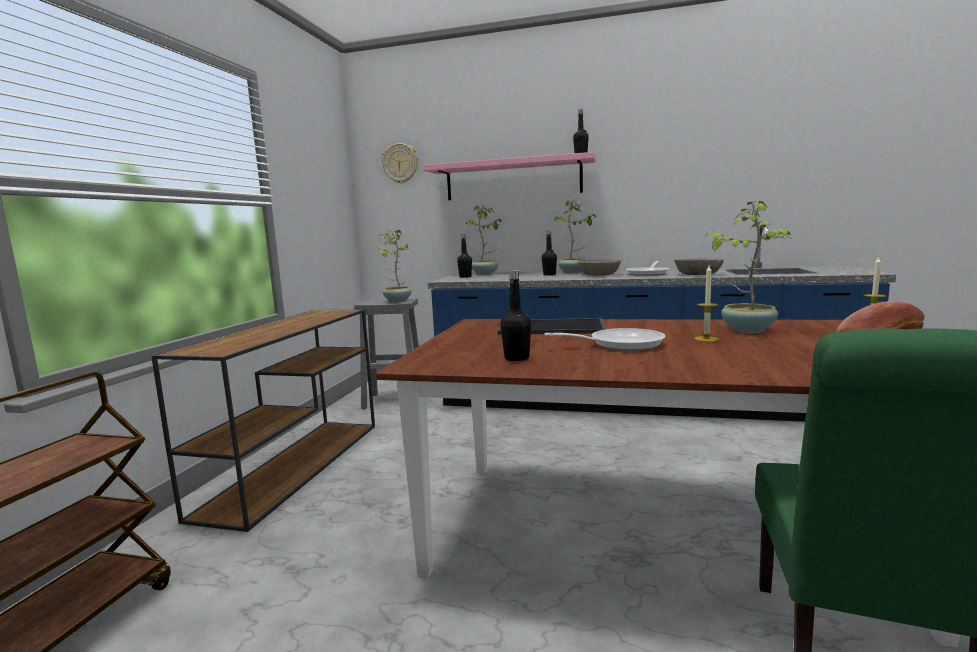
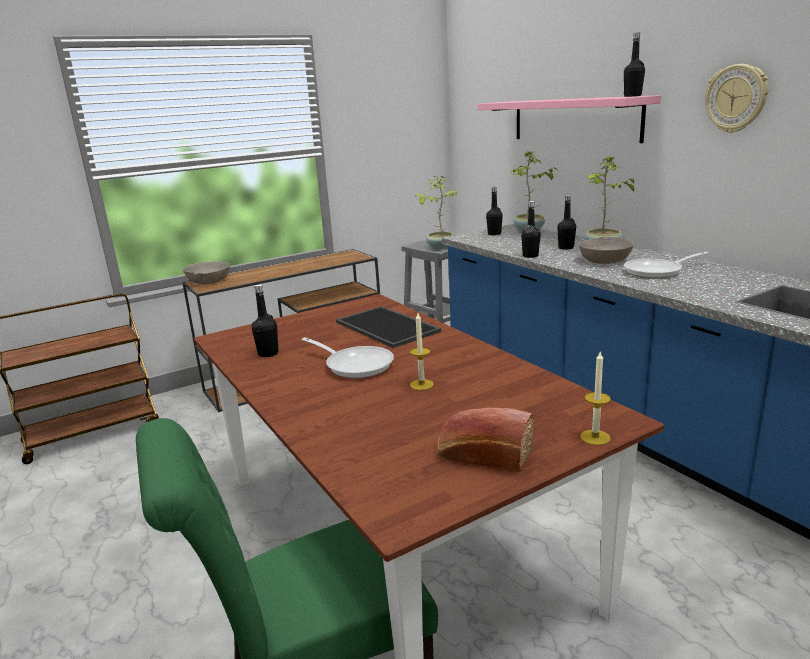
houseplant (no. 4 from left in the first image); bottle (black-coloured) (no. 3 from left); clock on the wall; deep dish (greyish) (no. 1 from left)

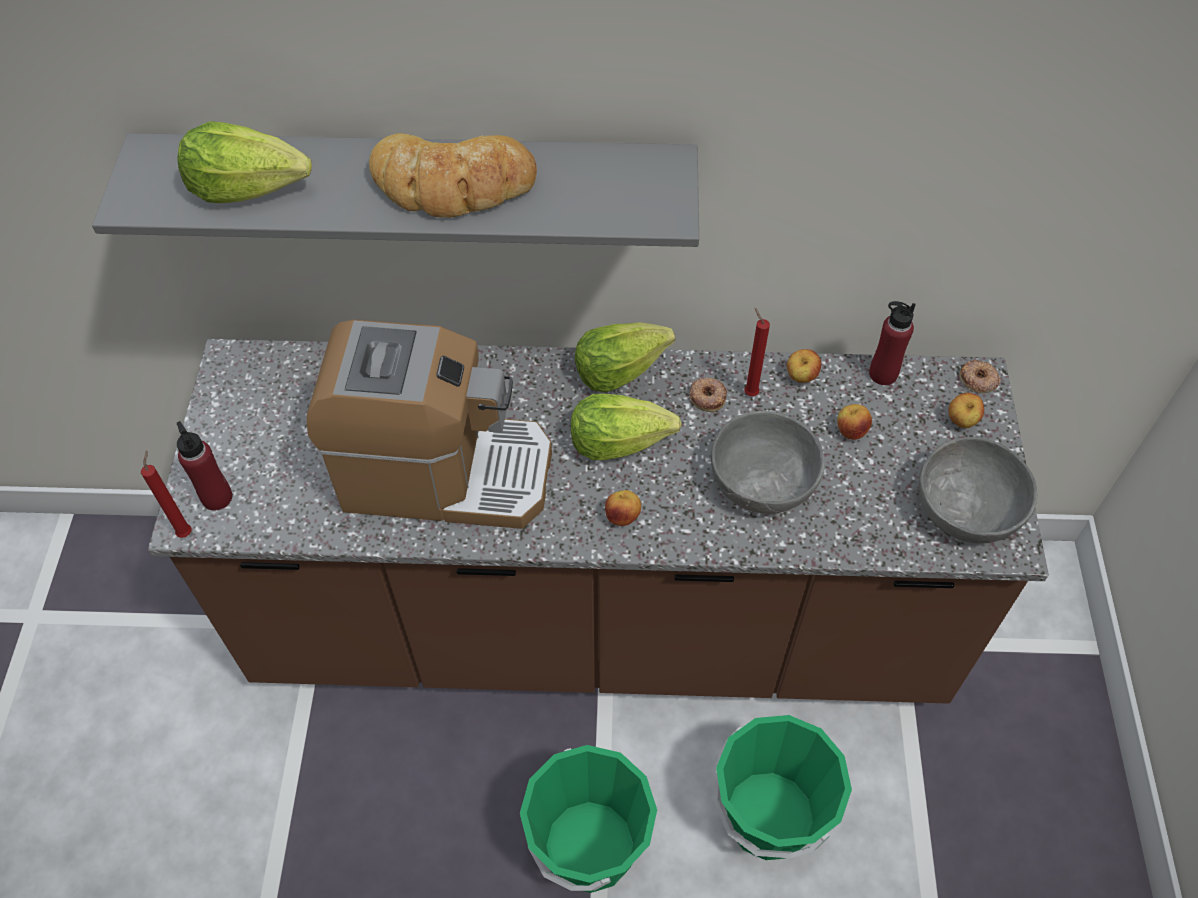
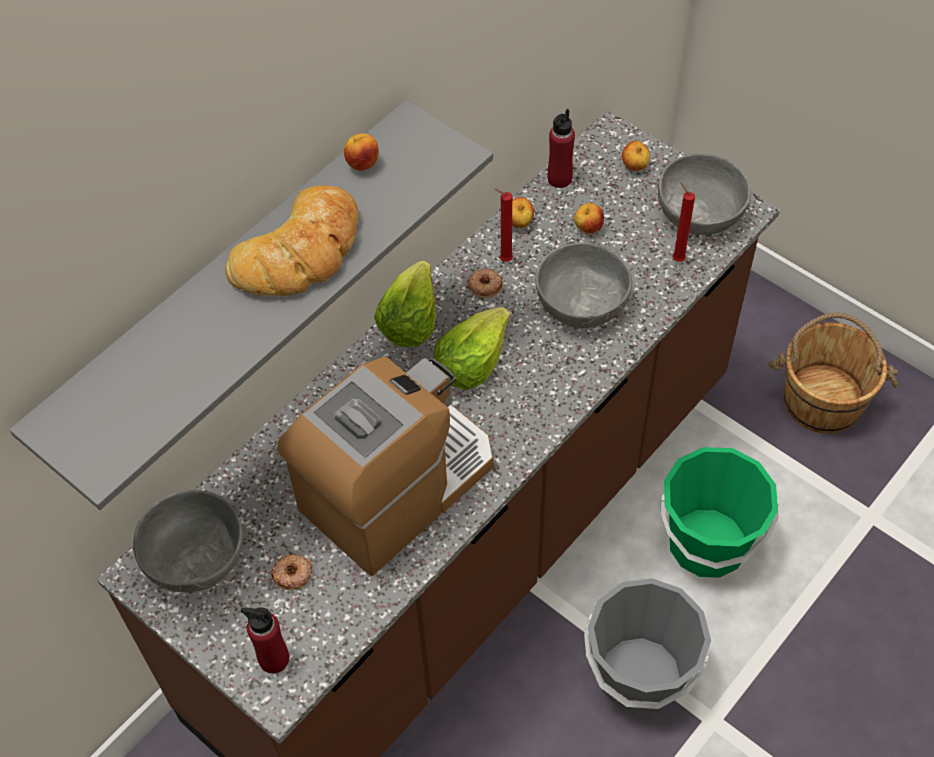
lettuce head (no. 1 from left in the first image); deep dish (greyish) (no. 1 from left); pail (brown-coloured); wax light (red-coloured) (no. 2 from left); apple fruit (no. 1 from left); donut (no. 1 from left); pail (greyish)

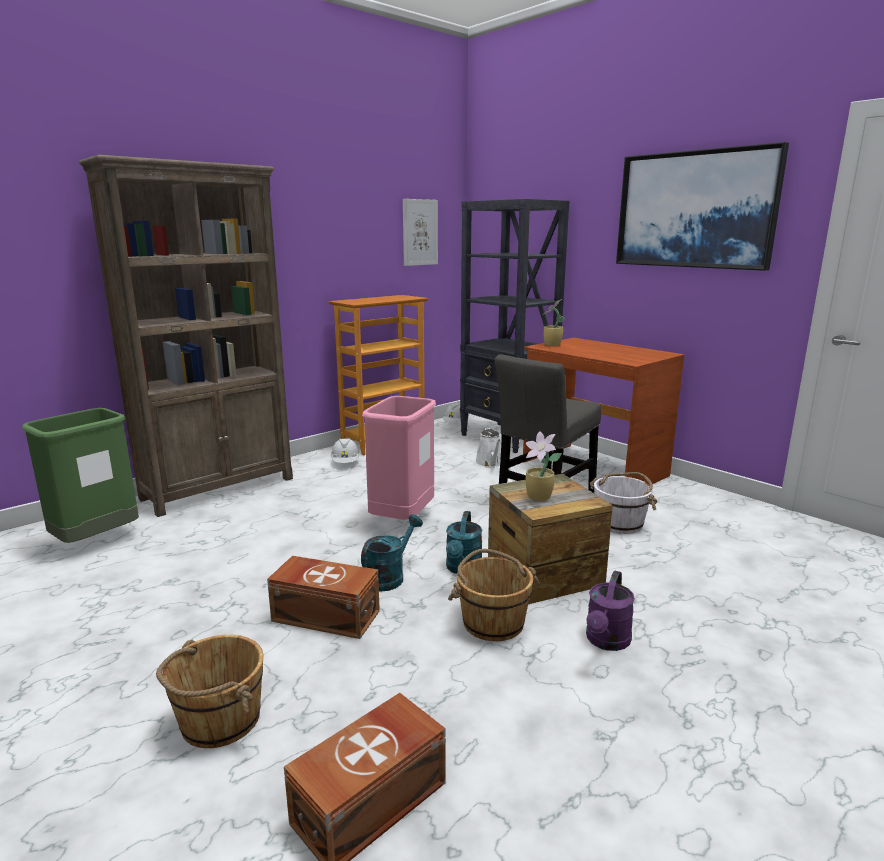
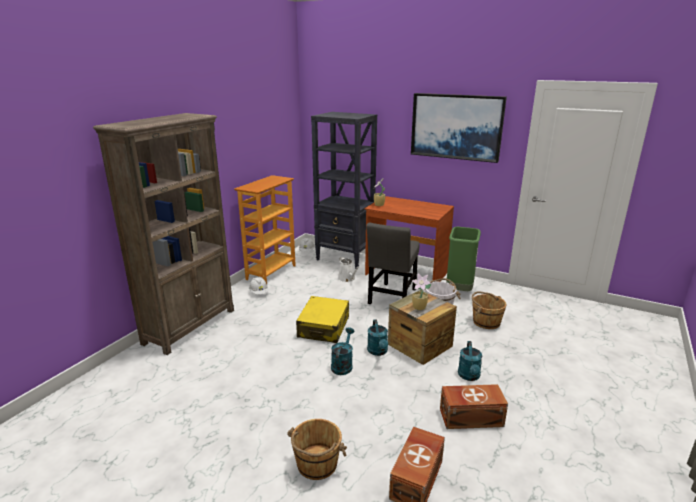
picture (no. 1 from left in the first image); waste bin (green); storage bin (brown-coloured) (no. 2 from left); pail (brown-coloured) (no. 2 from left); suitcase (yellowish); sprinkling can (blue-green) (no. 3 from left)

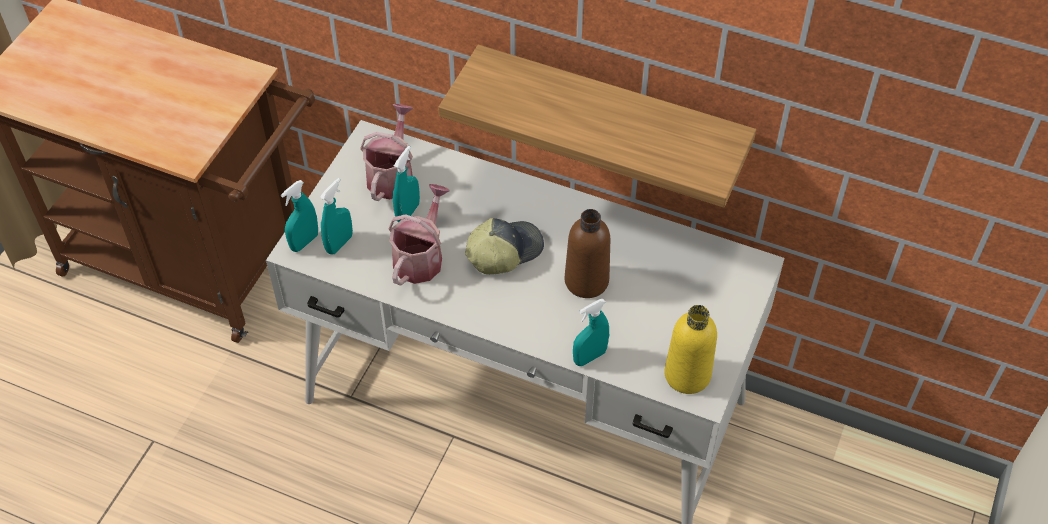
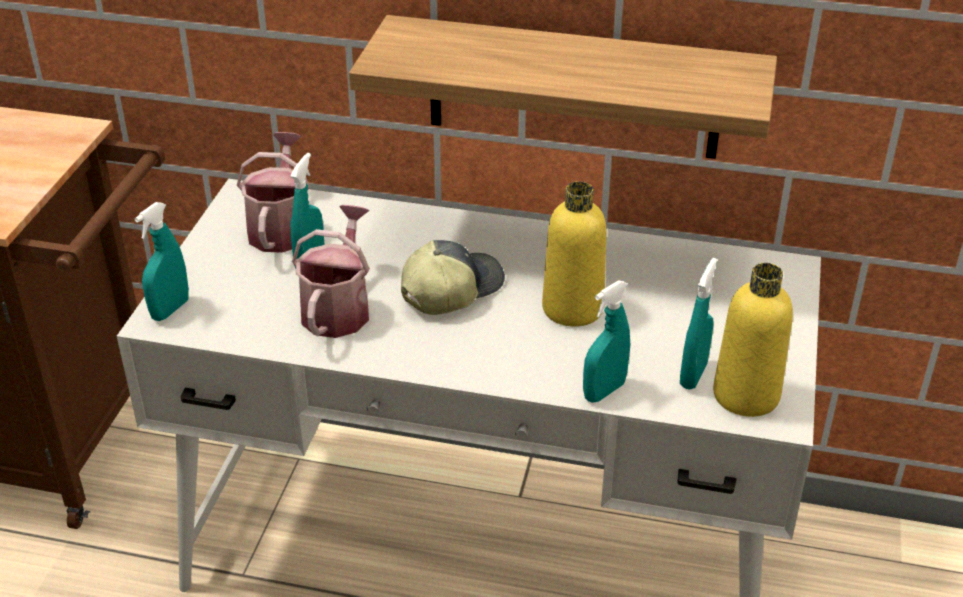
spray bottle (blue-green) (no. 4 from left); bottle (yellowish) (no. 1 from left)

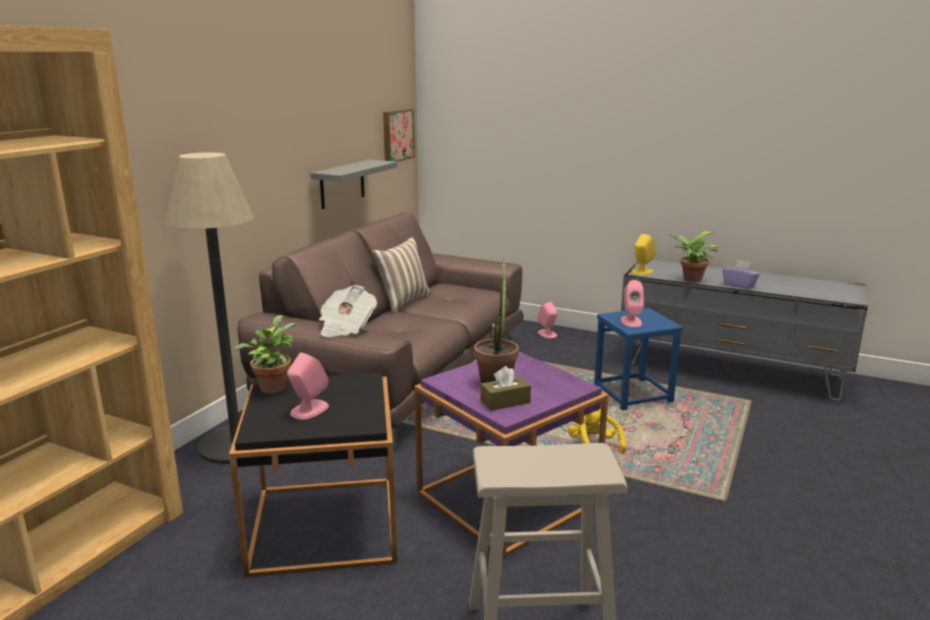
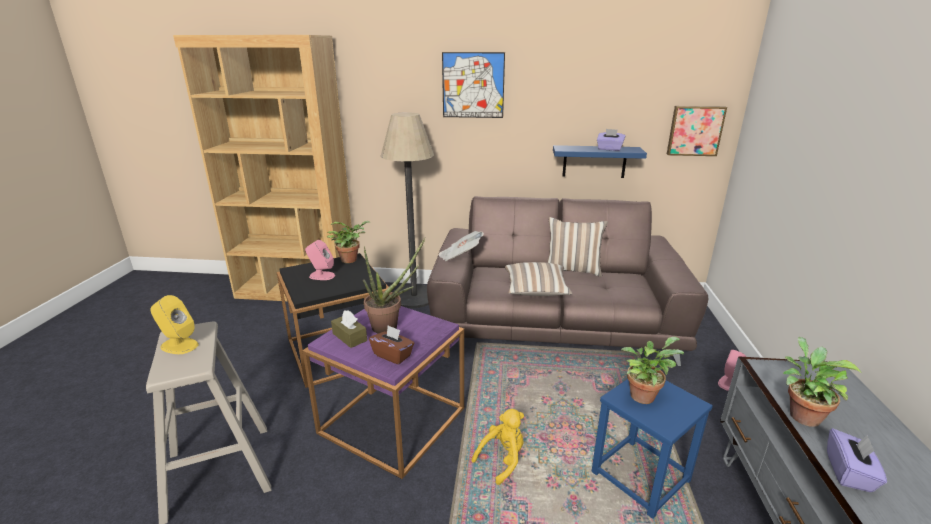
tissue box (brown-coloured) (no. 2 from left); picture (no. 1 from left); cushion (no. 1 from left); tissue box (purple) (no. 1 from left); loudspeaker (yellowish); houseplant (no. 3 from left); shelf (blue)

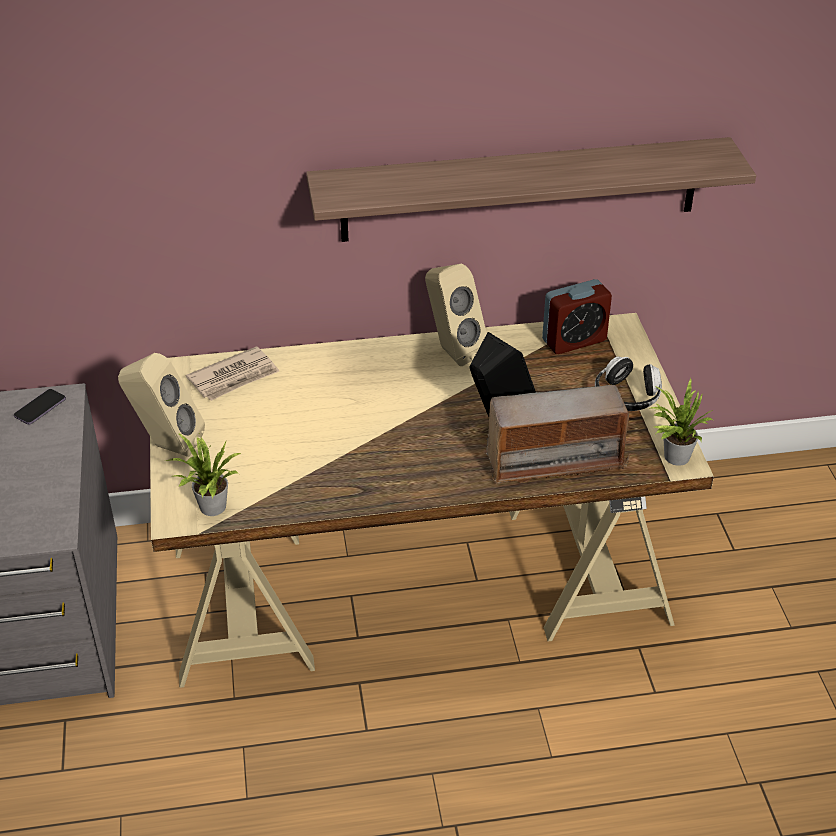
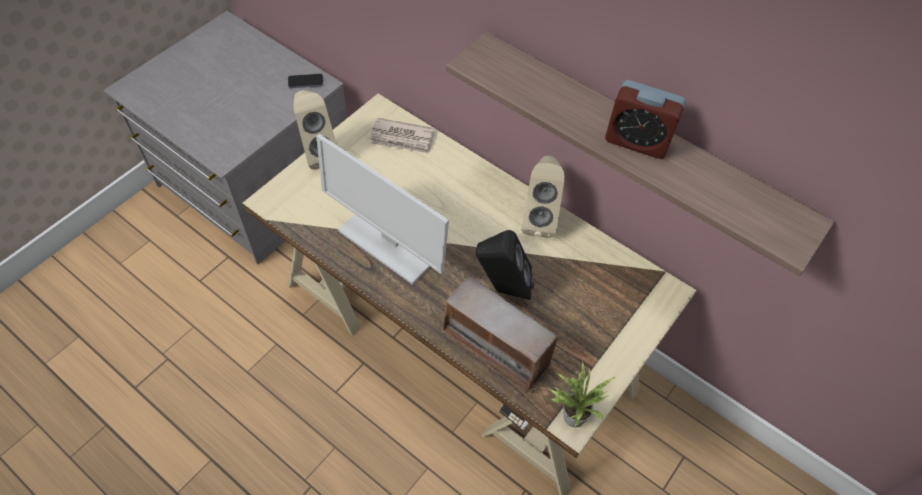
houseplant (no. 1 from left in the first image); headset; computer display; bedside clock

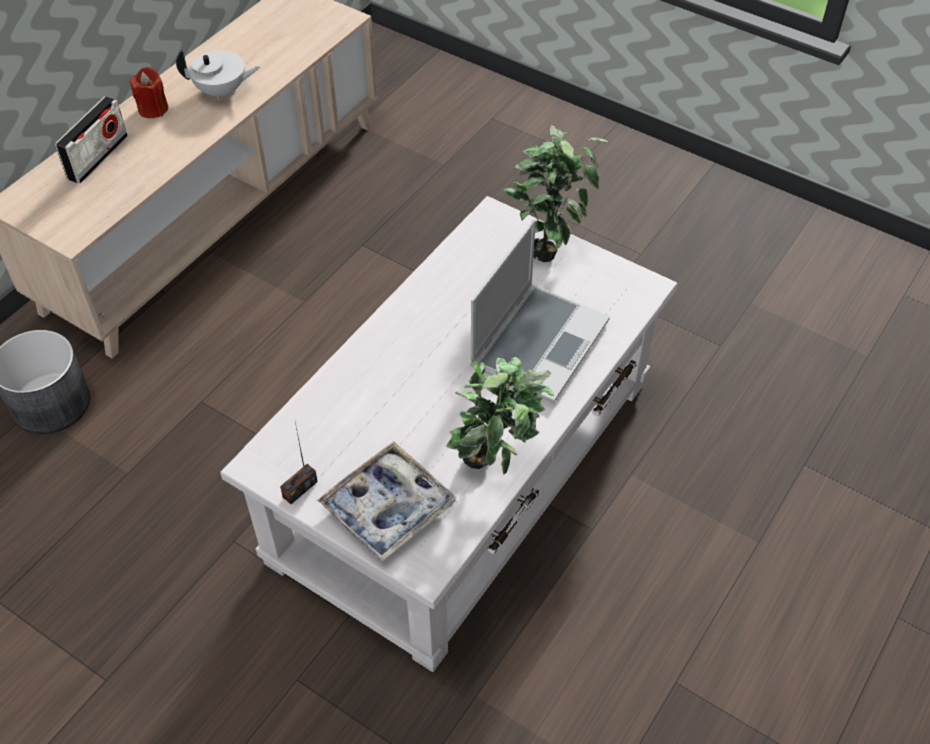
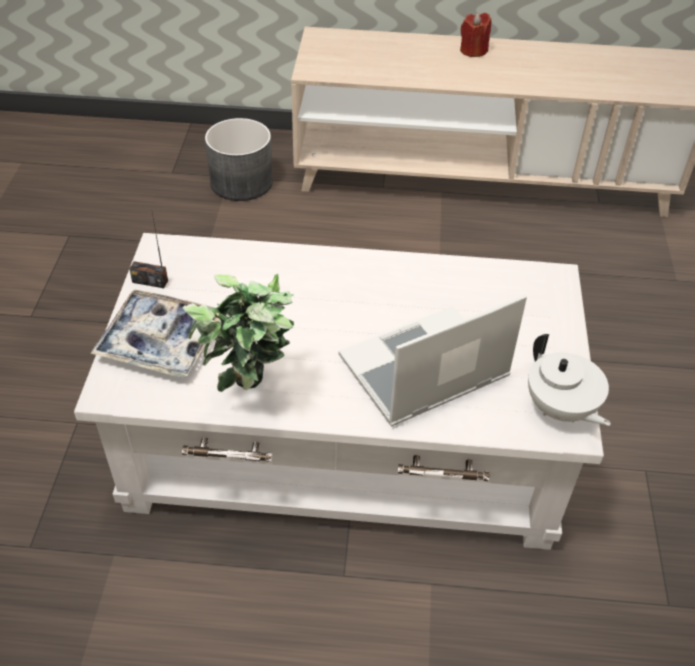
radio set (no. 1 from left in the first image); houseplant (no. 2 from left in the first image); tea pot (whitish); laptop

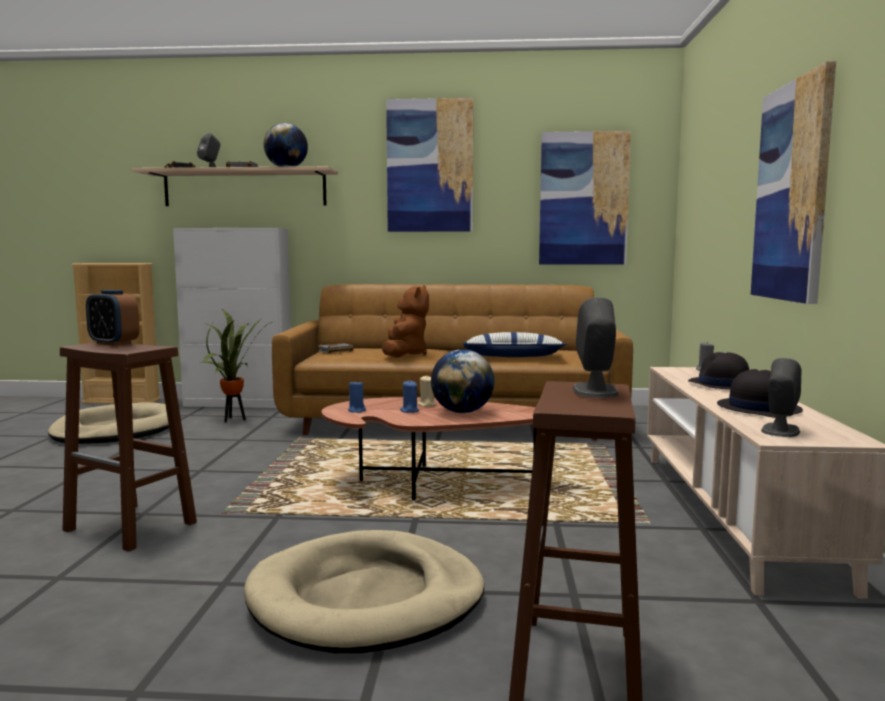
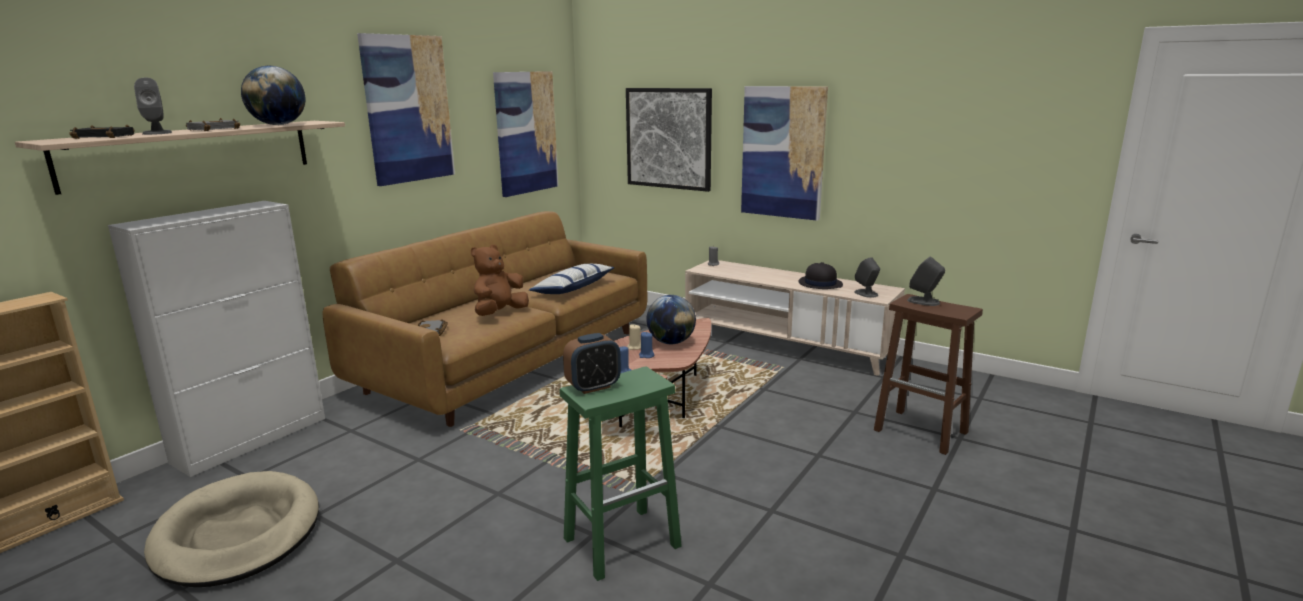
houseplant; pet bed (beige-coloured) (no. 2 from left in the first image); hat (black-coloured) (no. 1 from left in the first image); picture (no. 3 from left); sitting stool (green); cuddly toy (brown-coloured)

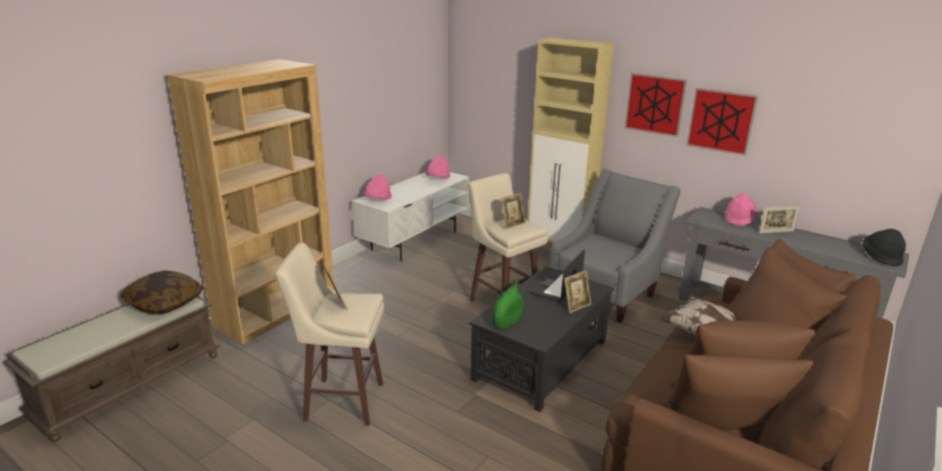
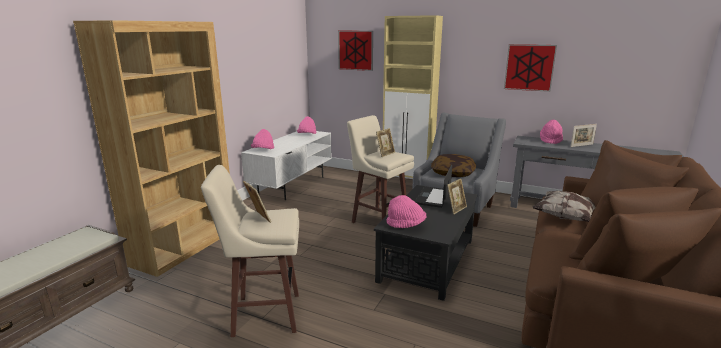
hat (black-coloured); cushion (no. 1 from left); picture (no. 1 from left); hat (pink) (no. 3 from left)

